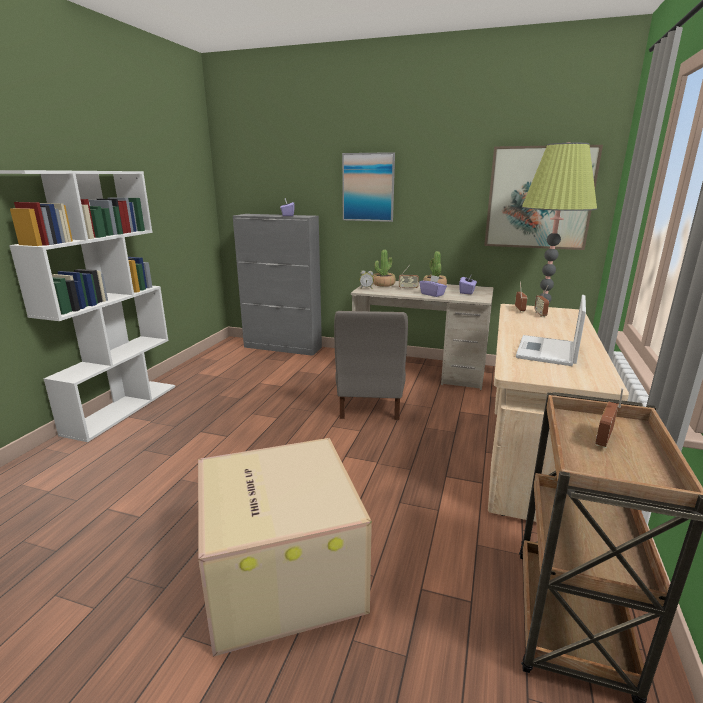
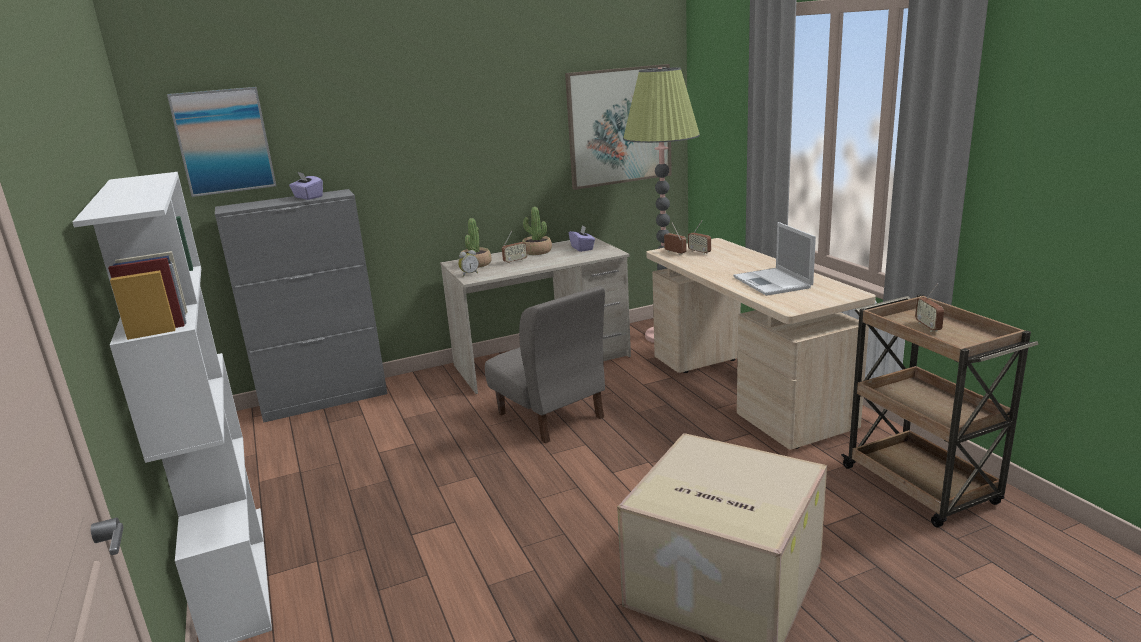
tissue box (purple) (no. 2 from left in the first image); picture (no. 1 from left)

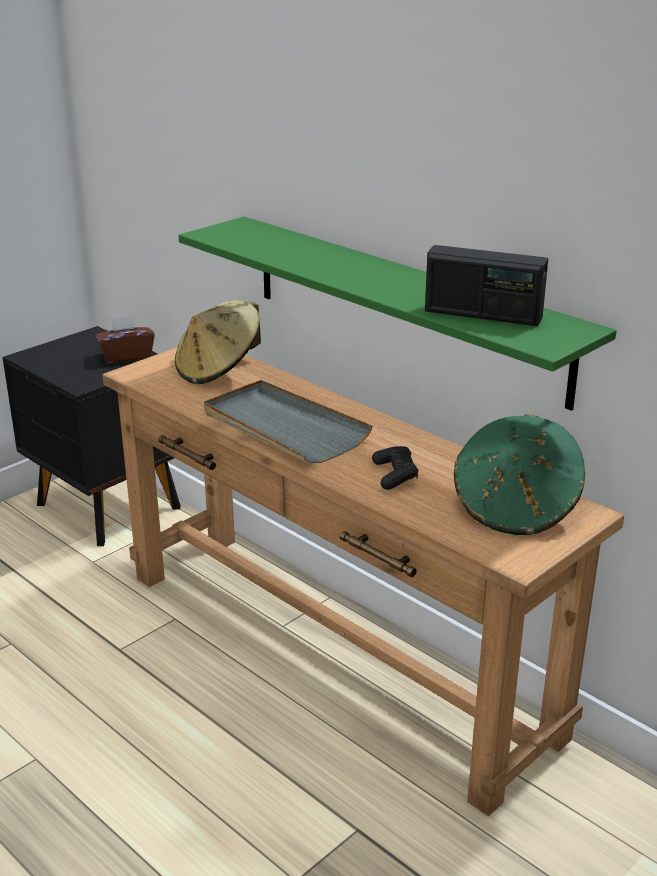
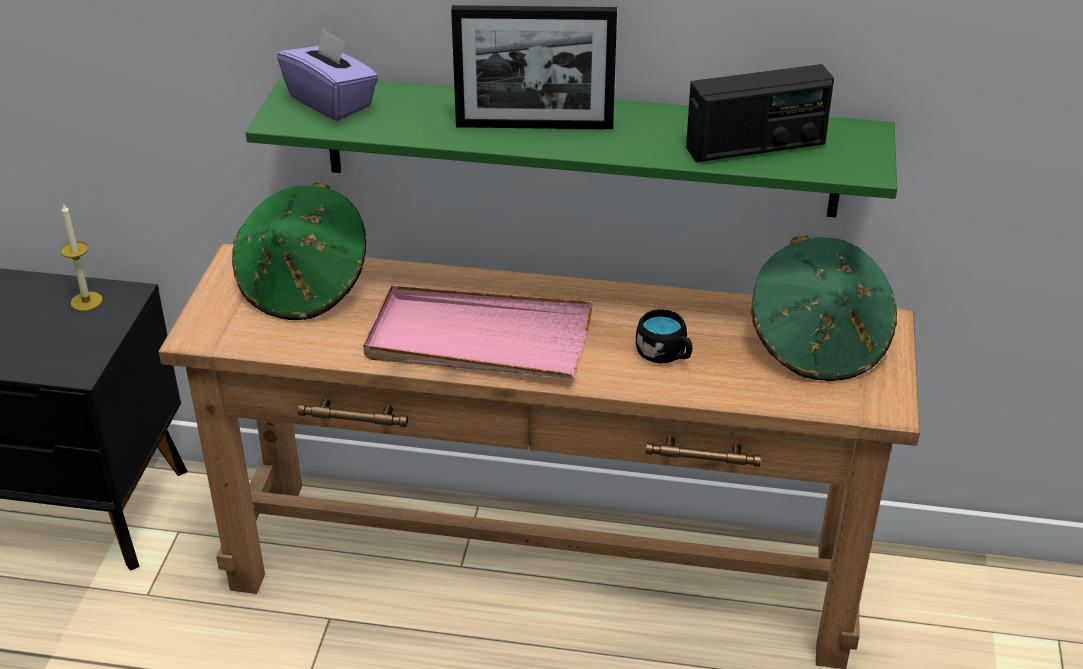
tissue box (purple); standing frame; wax light; coffee mug (black-coloured); hat (green) (no. 1 from left); serving tray (pink)

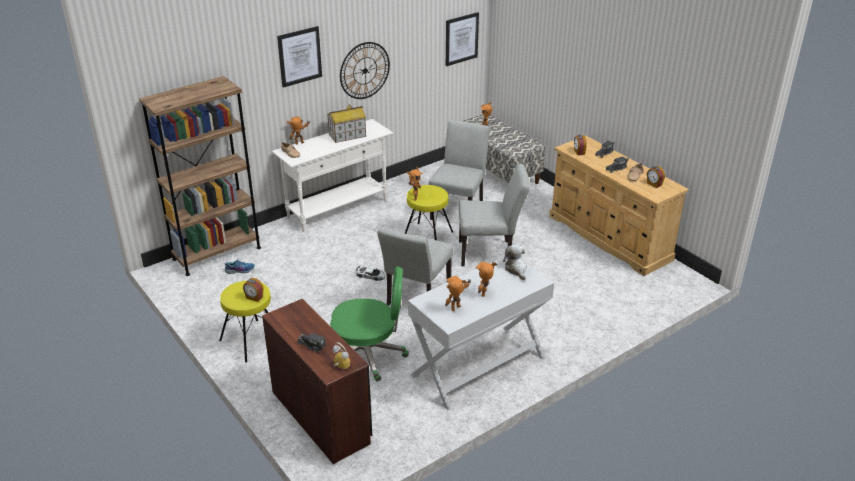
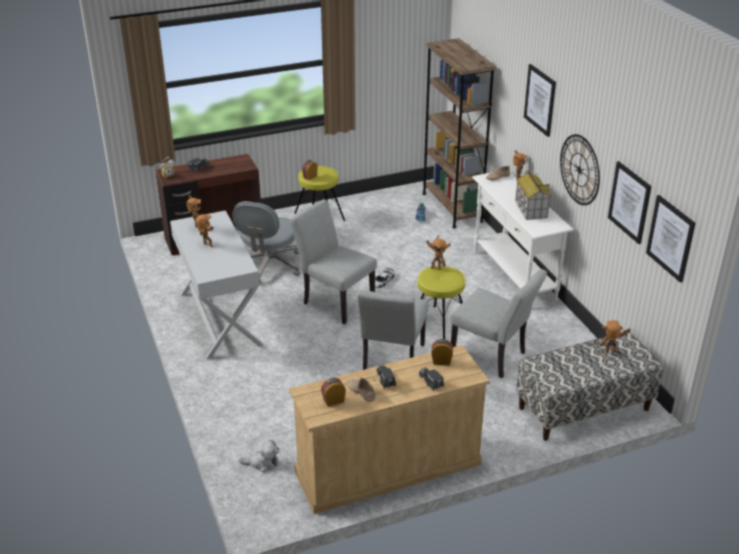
picture (no. 2 from left); cuddly toy; office chair (greyish)

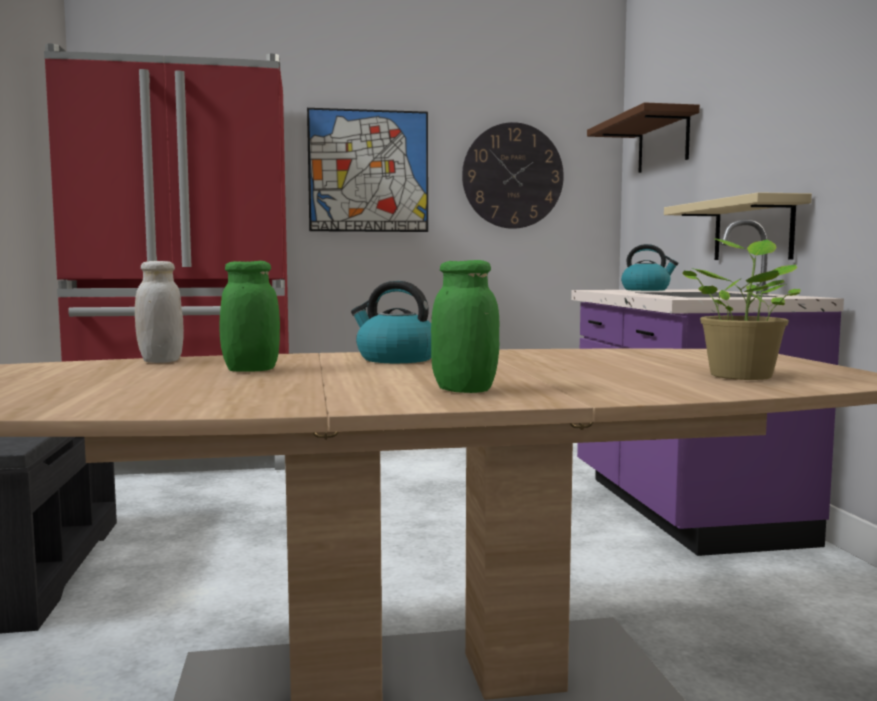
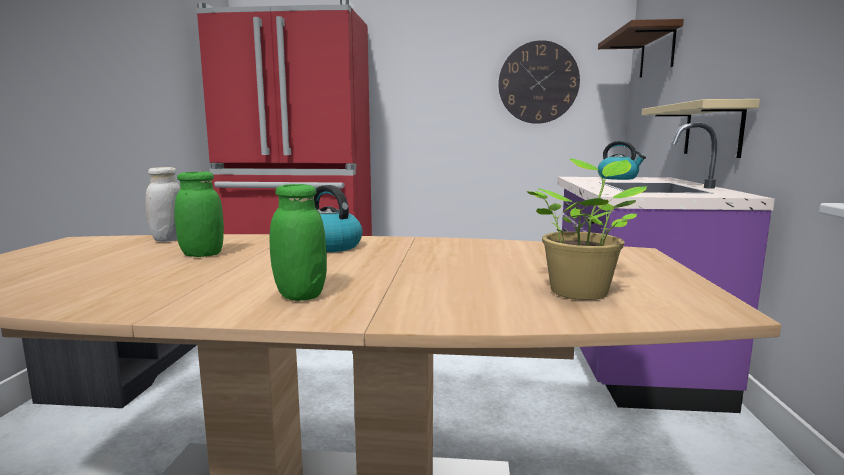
picture

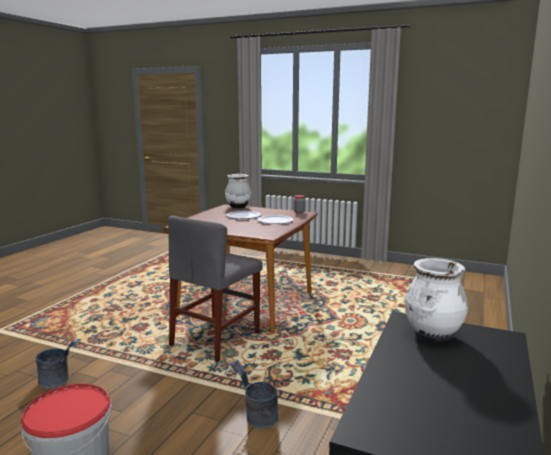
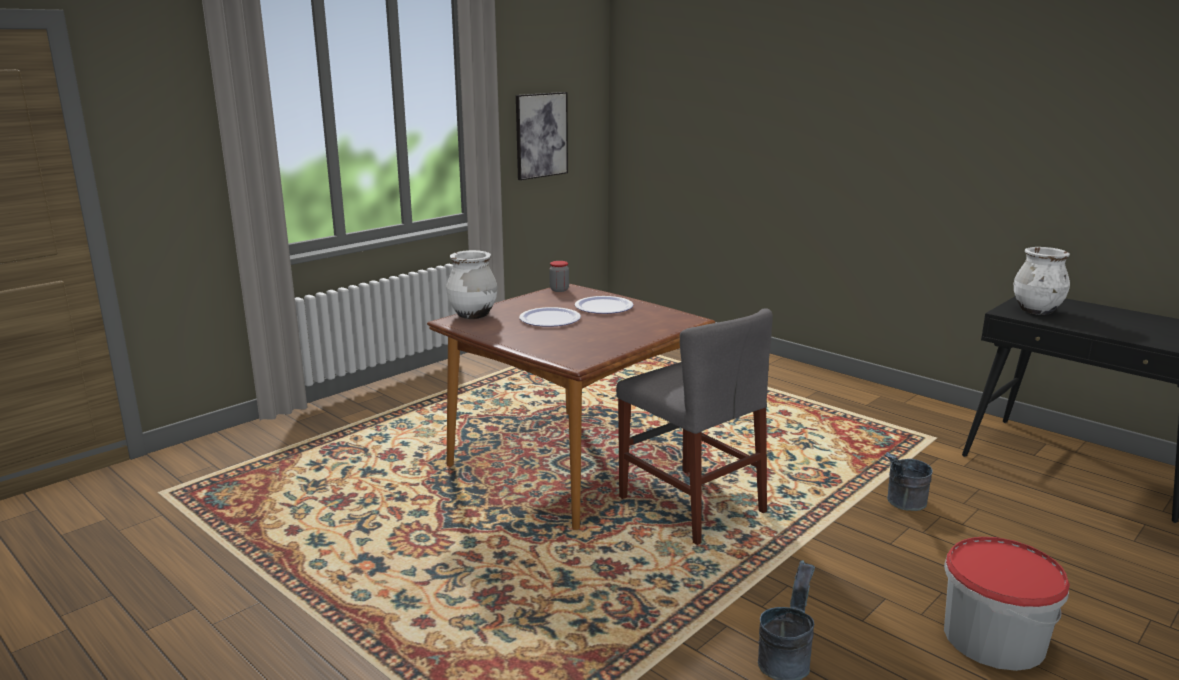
picture

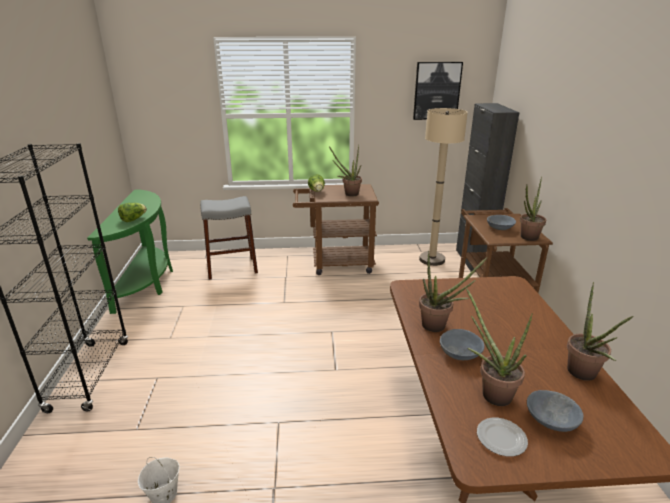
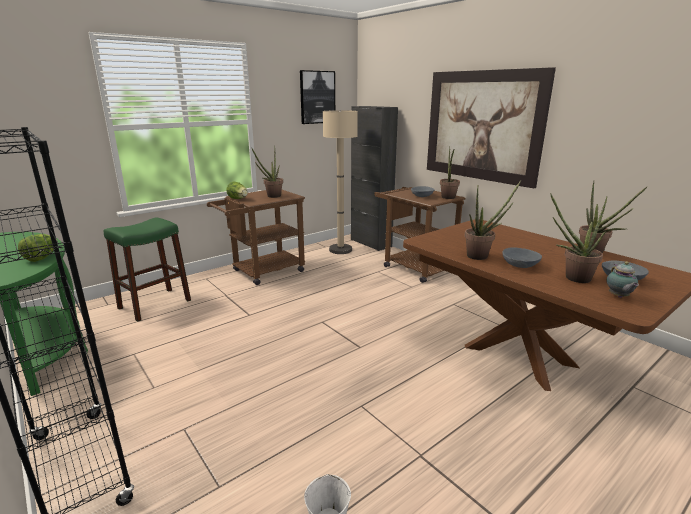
picture (no. 2 from left); tea pot; sitting stool (green)

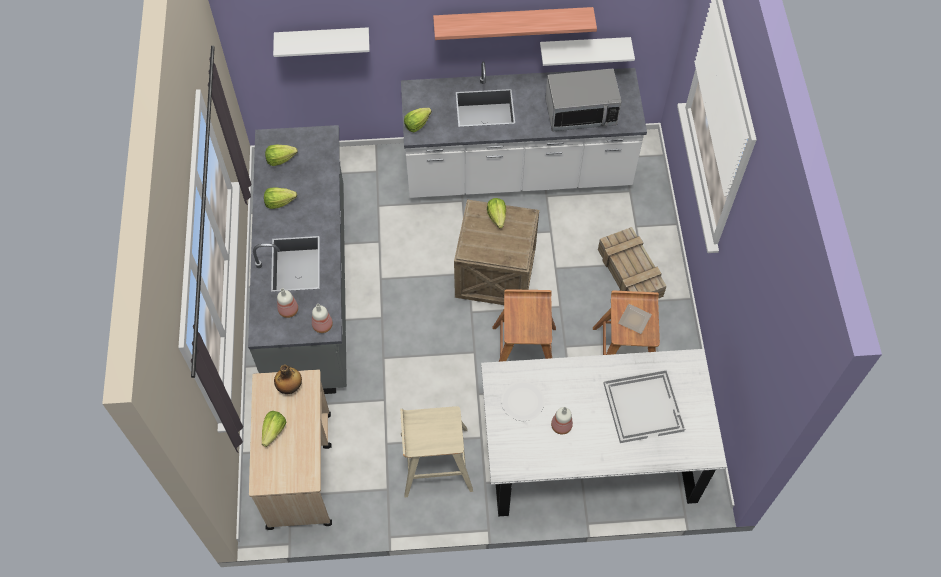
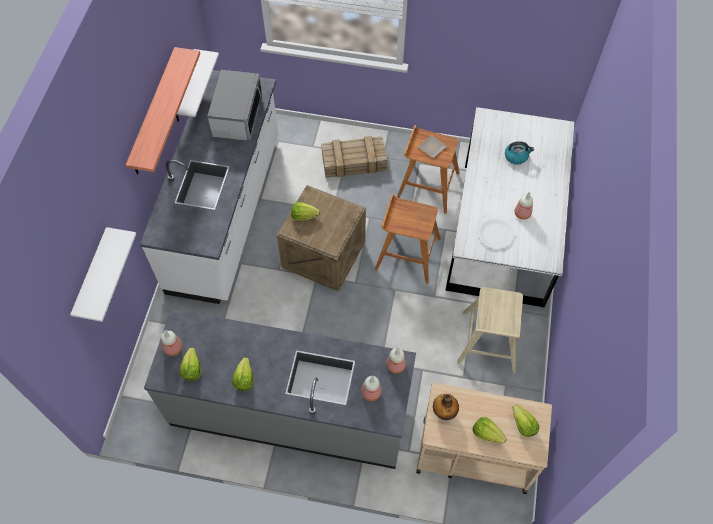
bottle (no. 1 from left); lettuce head (no. 5 from left); tea kettle

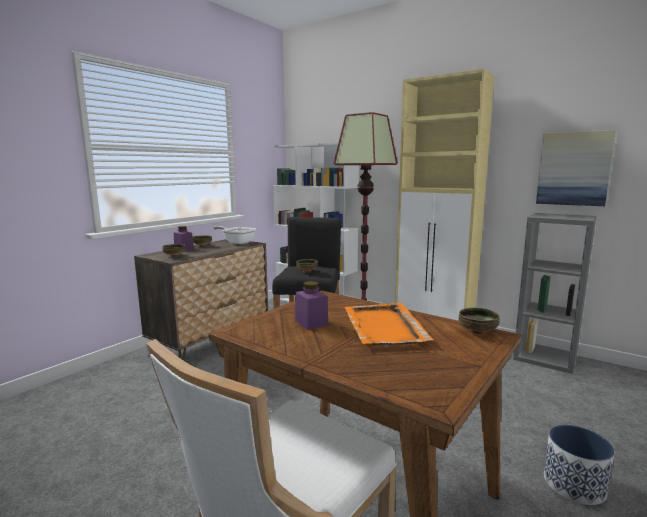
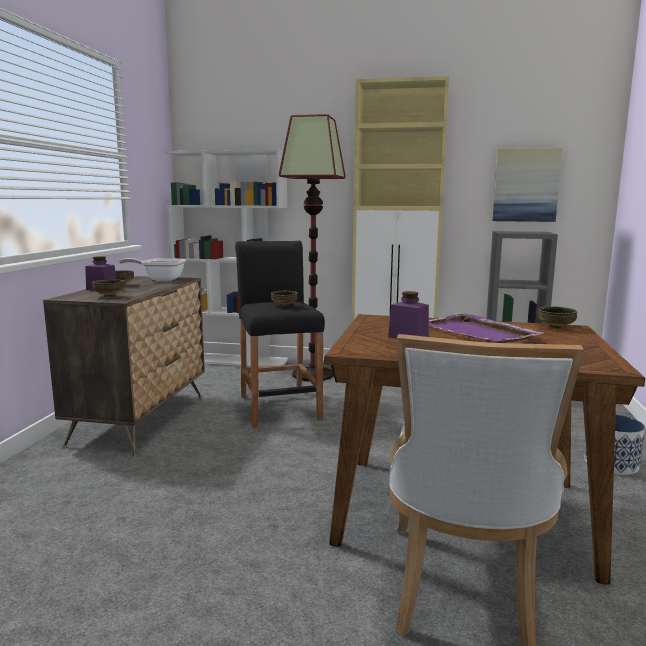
serving tray (purple)

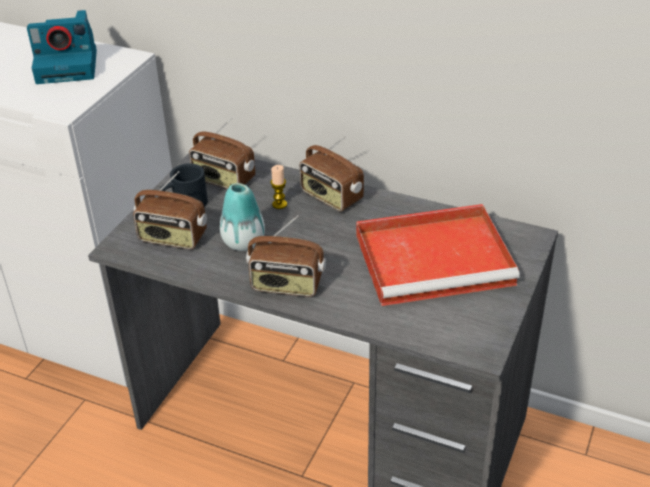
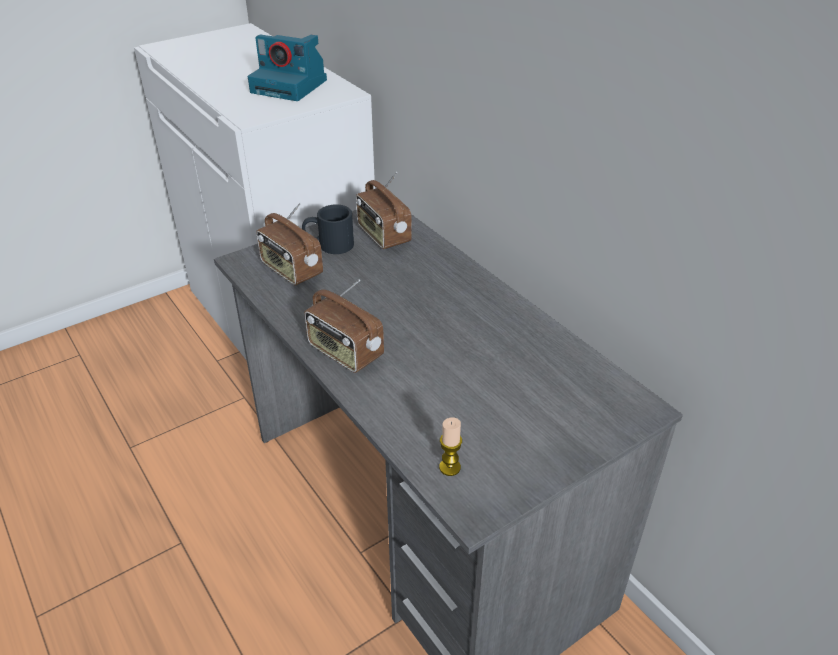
vase; radio set (no. 4 from left in the first image); serving tray (red-coloured); wax light

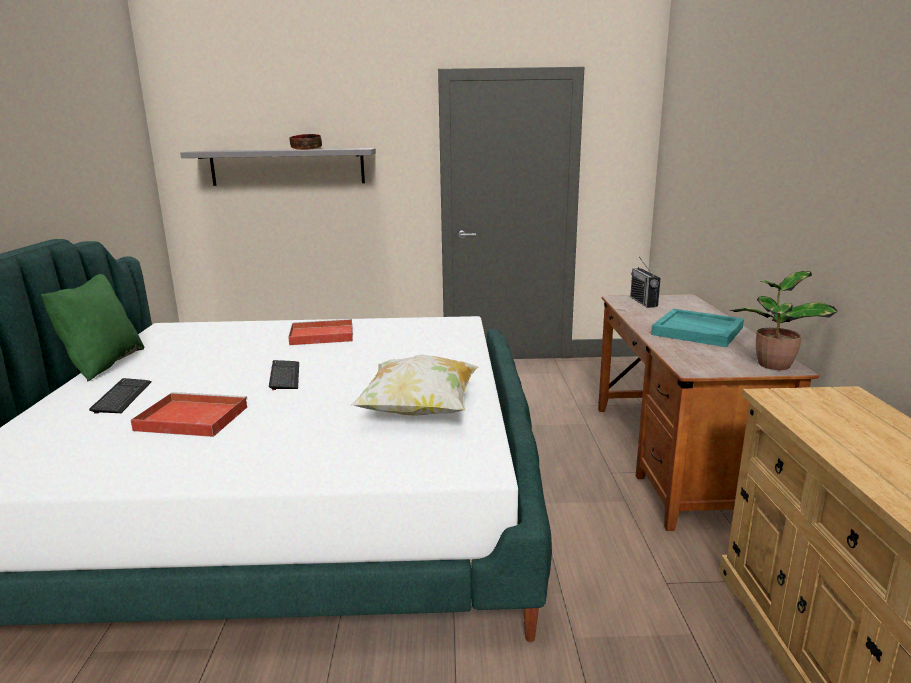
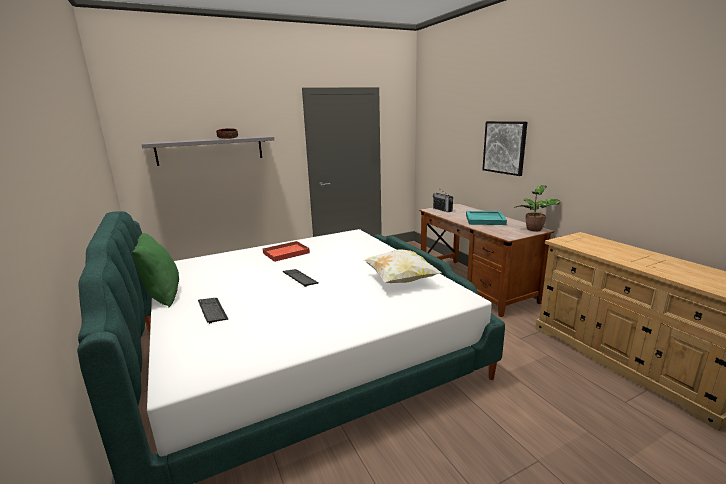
serving tray (red-coloured) (no. 1 from left in the first image); picture

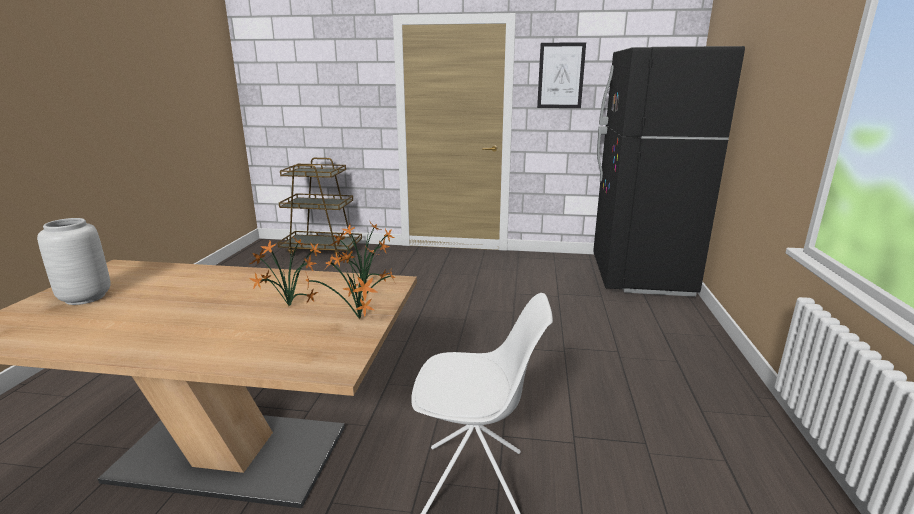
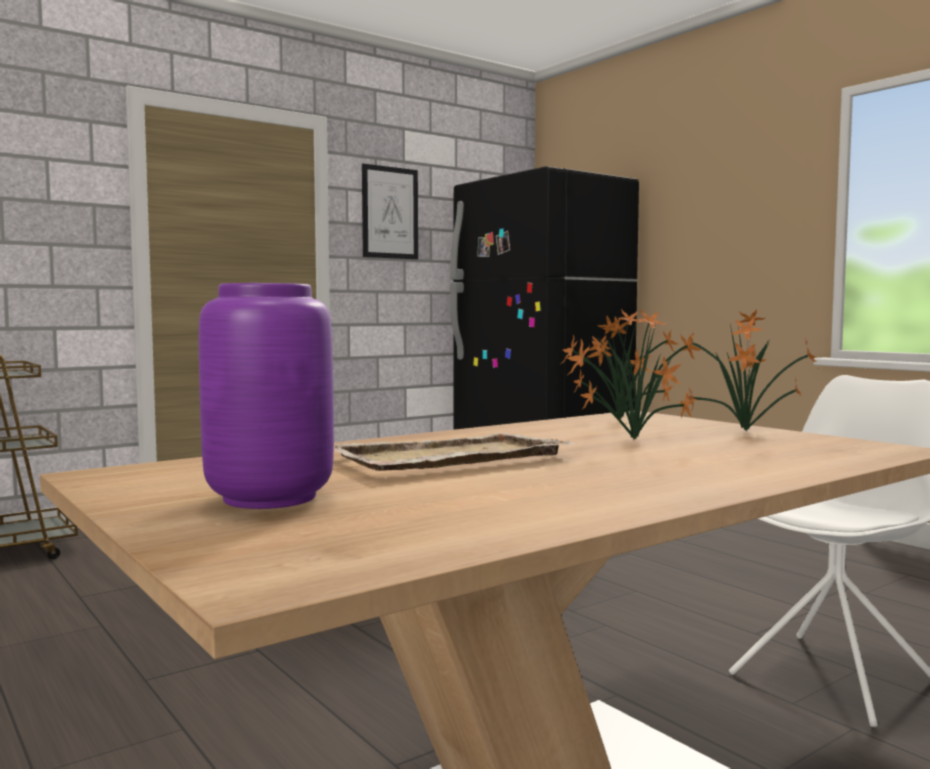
serving tray (beige-coloured); vase (purple)

